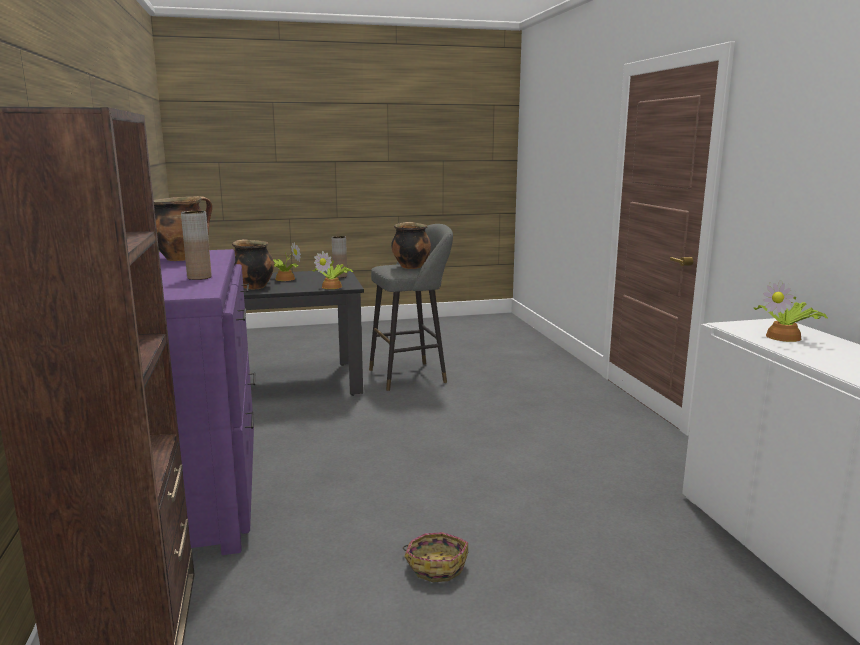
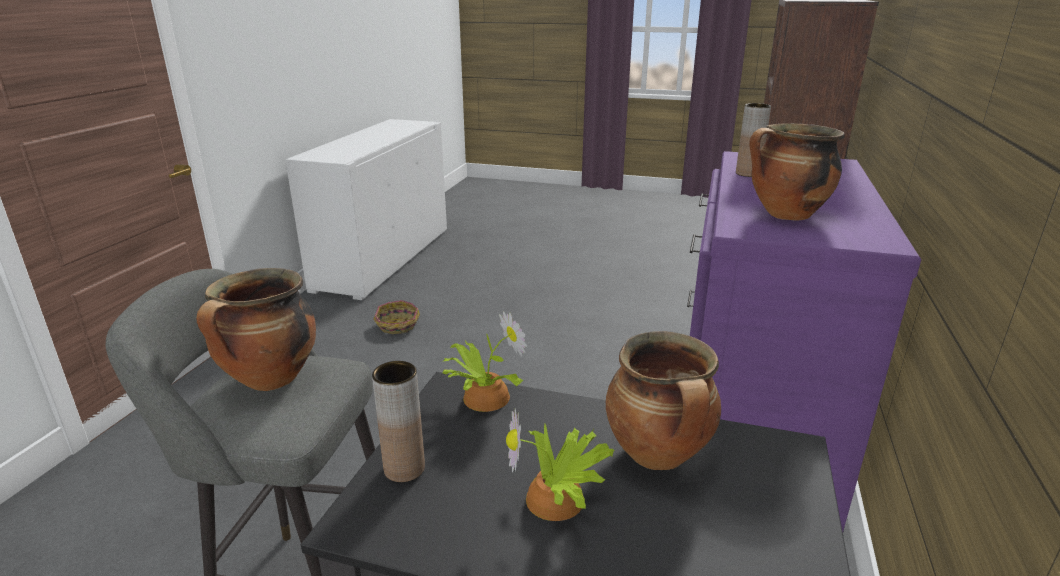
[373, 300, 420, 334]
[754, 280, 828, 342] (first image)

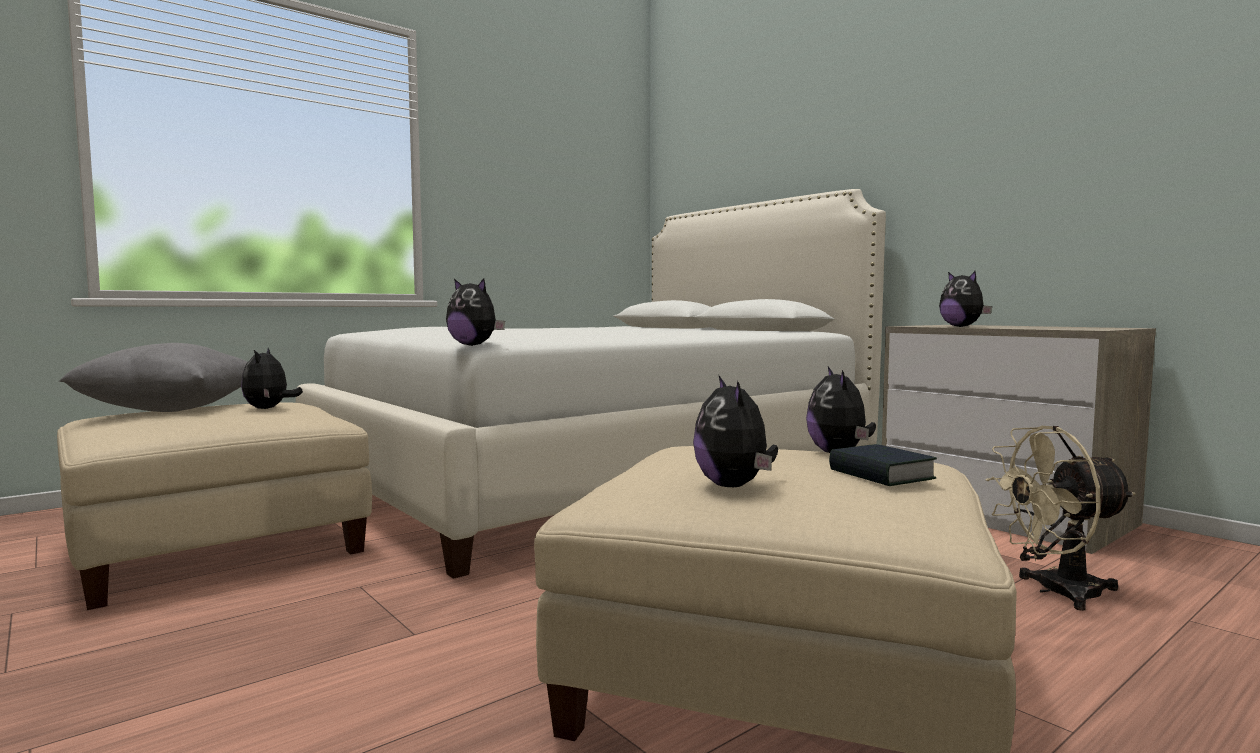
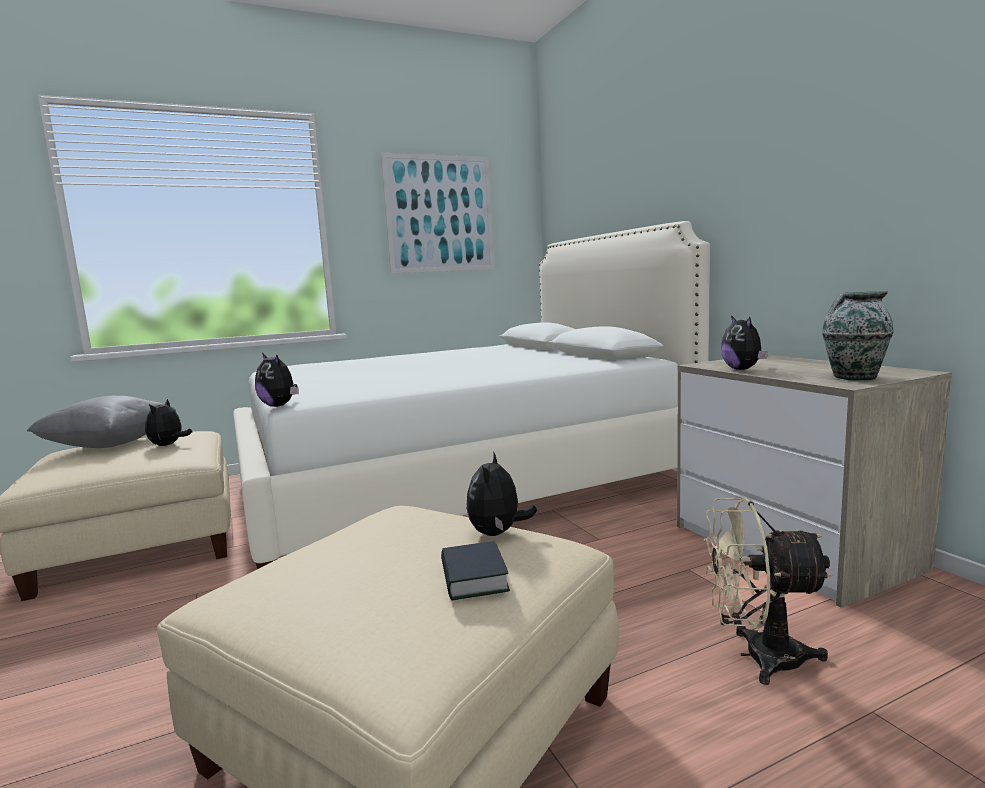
[381, 153, 494, 273]
[822, 291, 894, 380]
[693, 376, 778, 487] (first image)

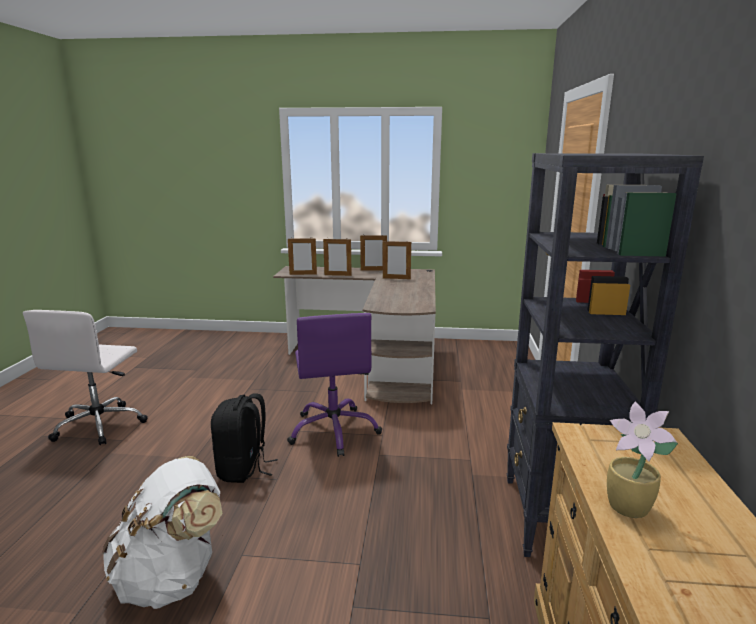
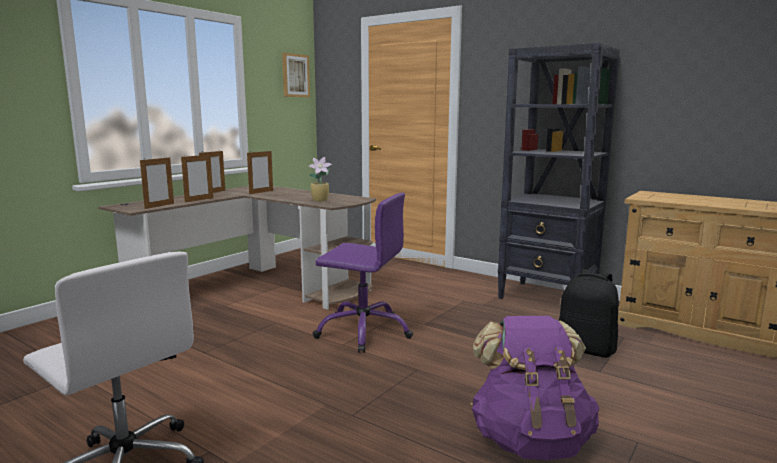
[282, 53, 310, 97]
[308, 157, 332, 202]
[470, 316, 599, 460]
[559, 269, 619, 358]

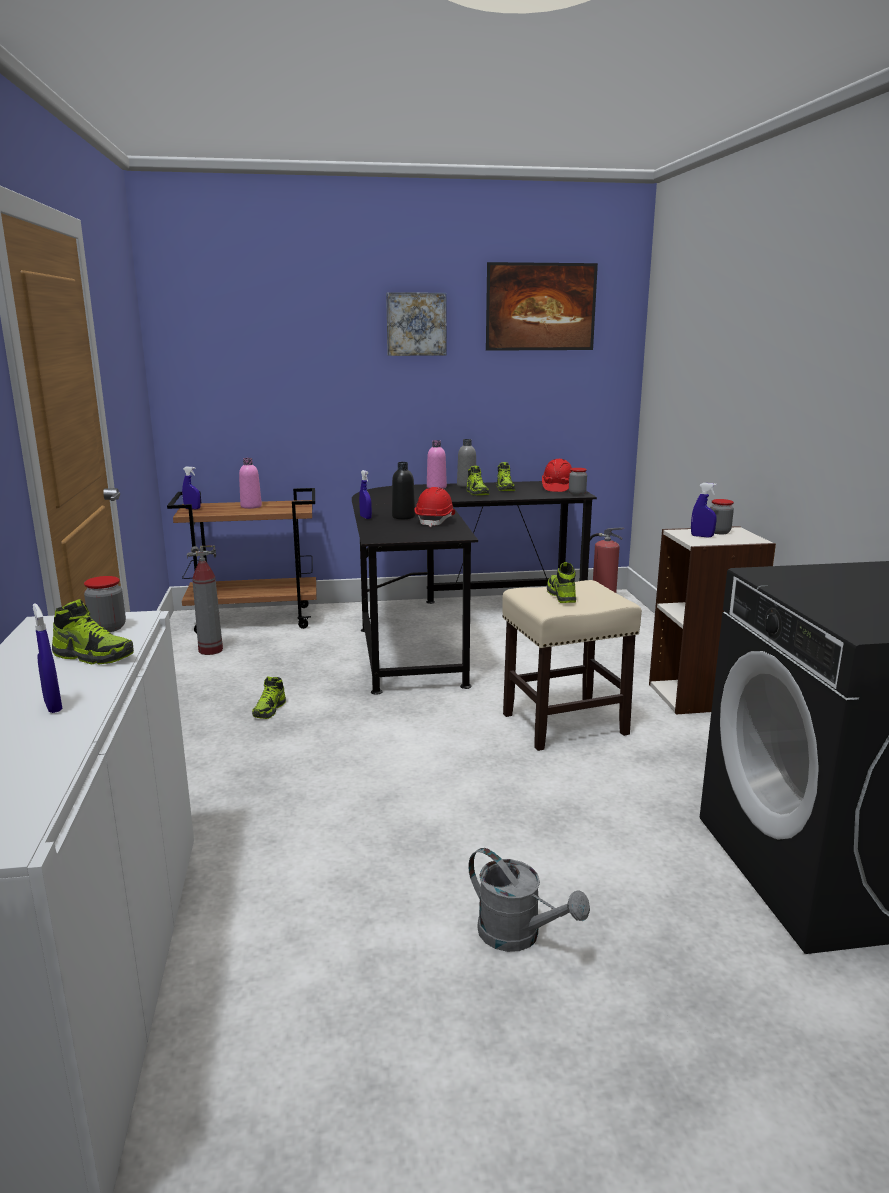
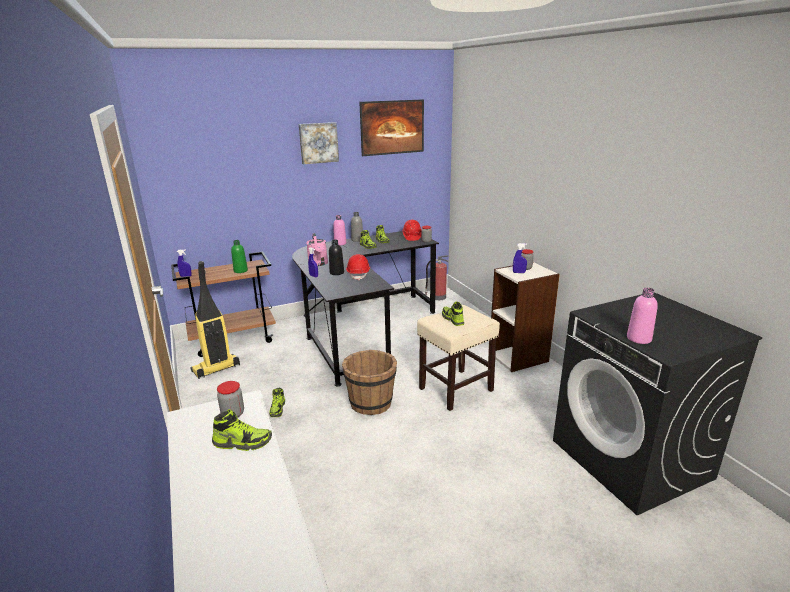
[191, 261, 240, 379]
[231, 240, 248, 273]
[306, 233, 328, 266]
[342, 350, 397, 415]
[627, 288, 658, 344]
[33, 603, 62, 713] (first image)
[468, 848, 590, 952] (first image)

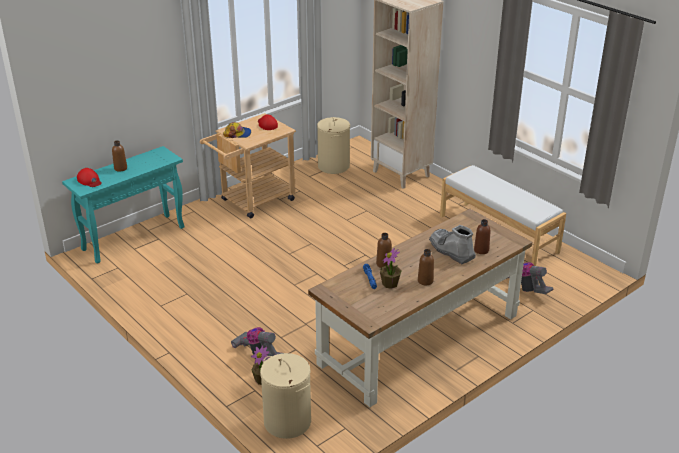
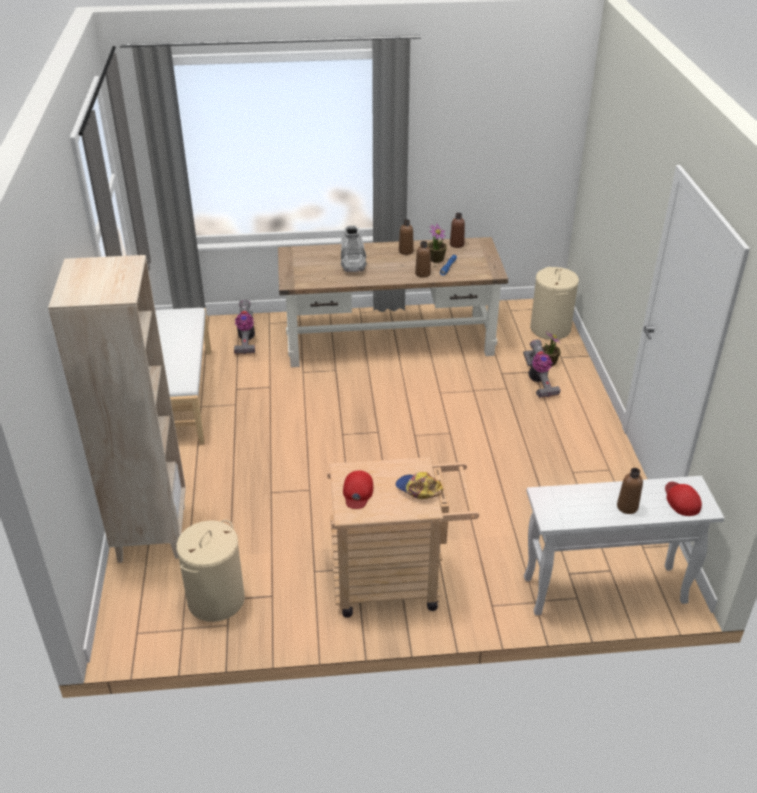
[450, 213, 465, 248]
[524, 476, 724, 615]

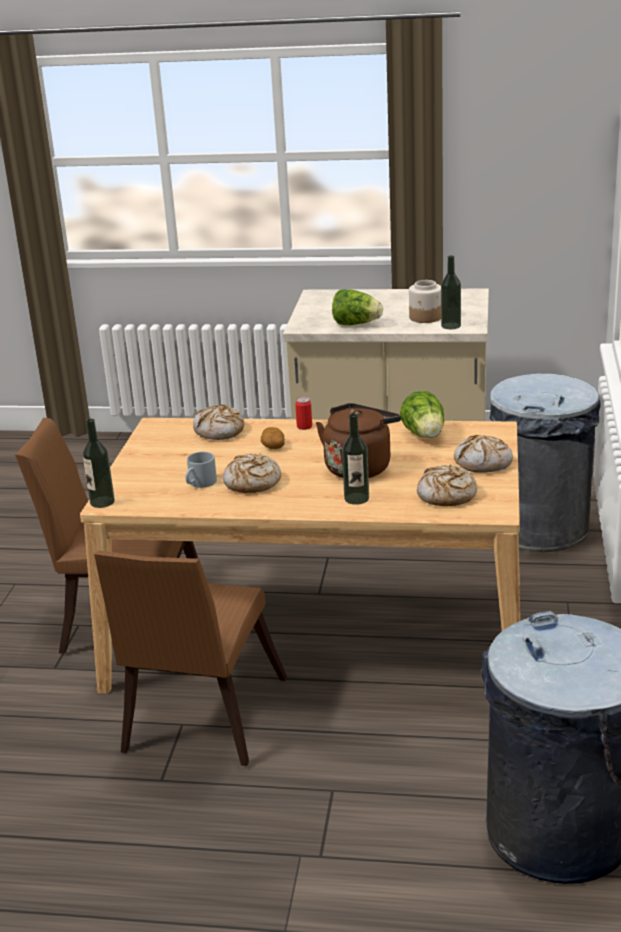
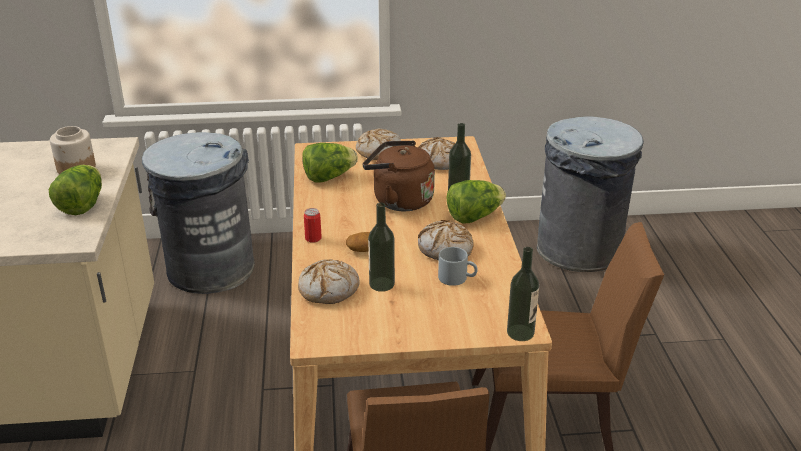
[368, 203, 395, 292]
[447, 180, 506, 224]

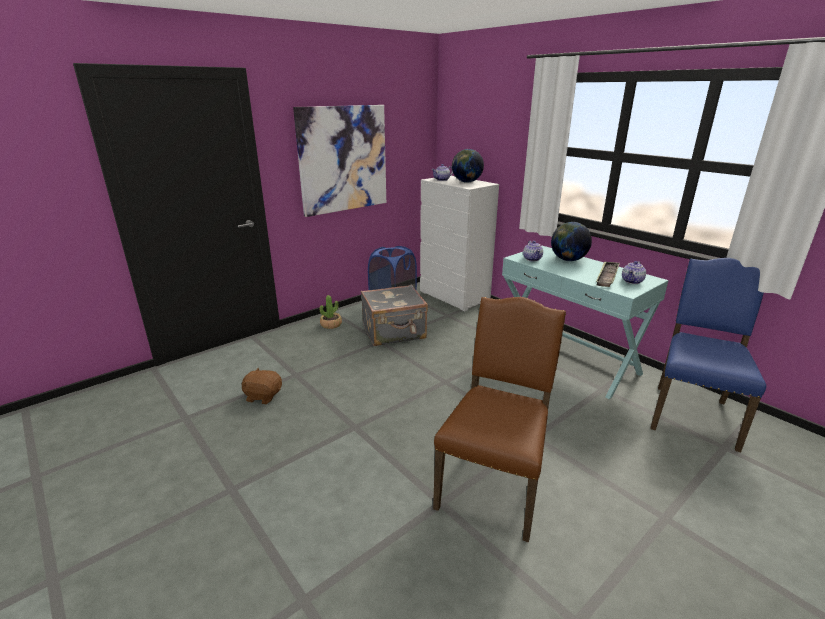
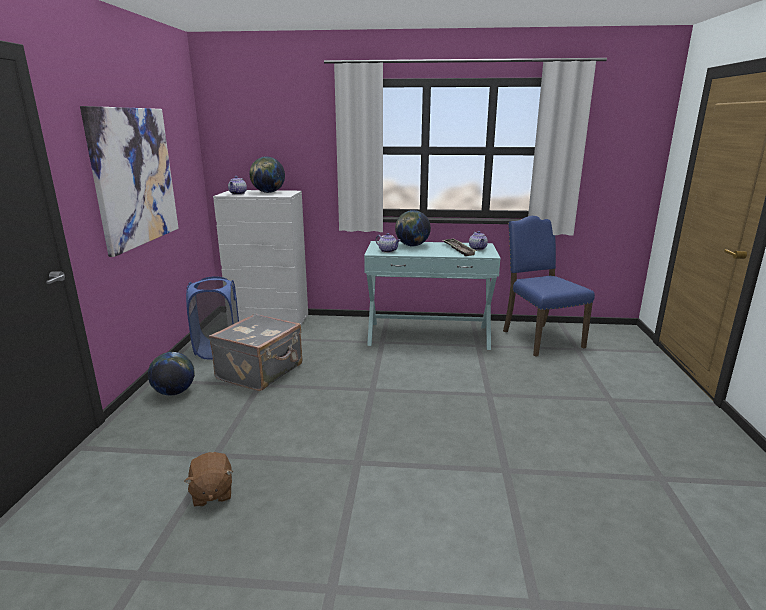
[148, 352, 195, 395]
[184, 452, 233, 507]
[433, 297, 566, 543] (first image)

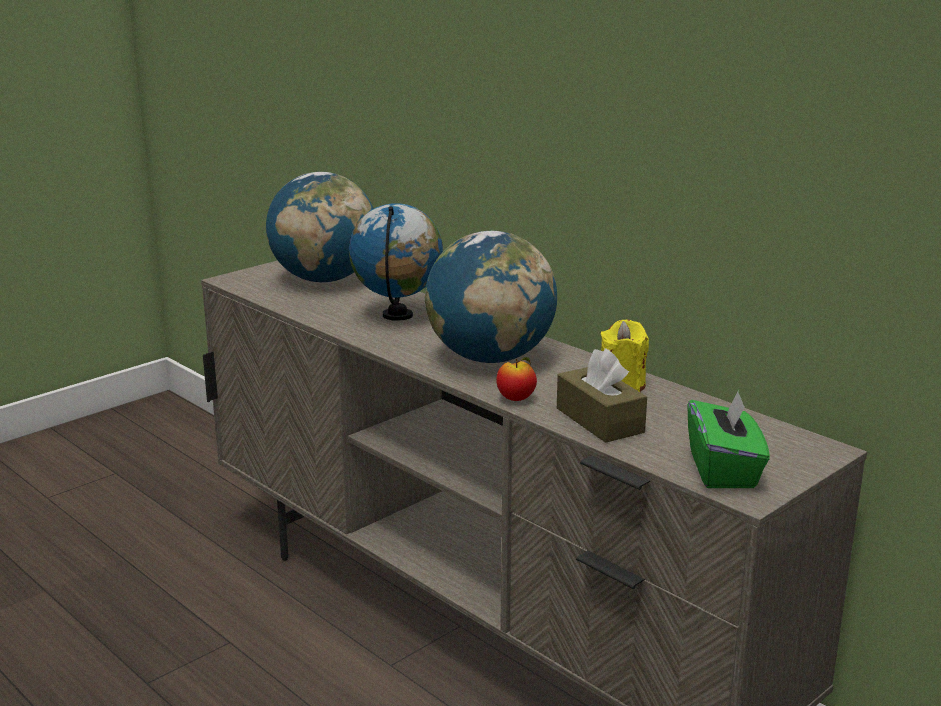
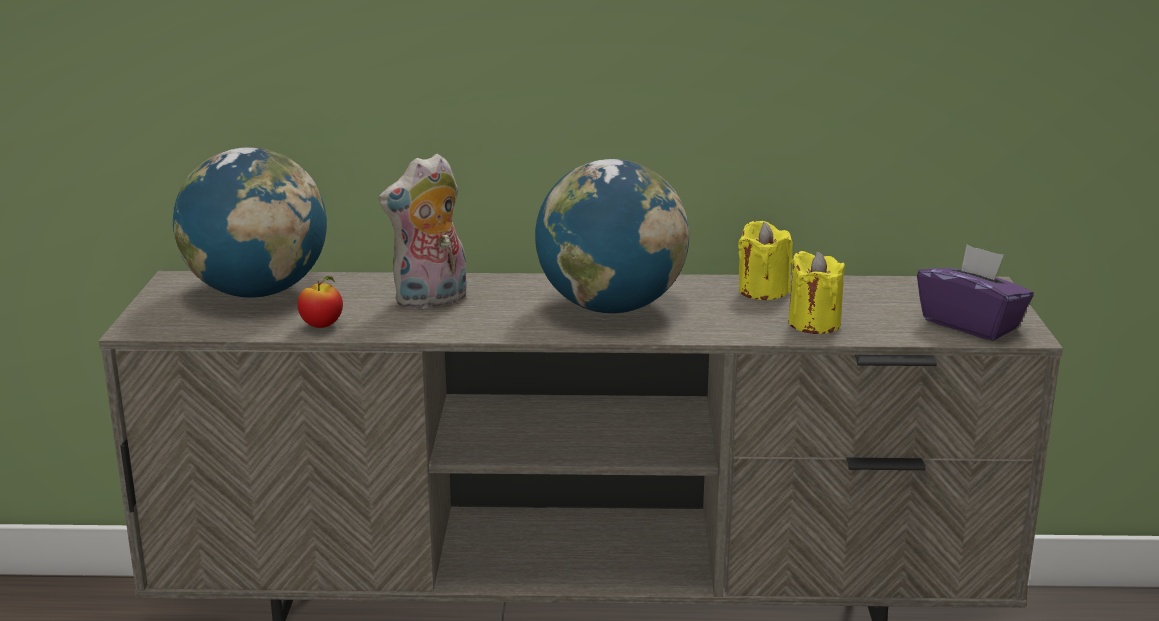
[297, 276, 343, 328]
[378, 153, 467, 309]
[788, 251, 845, 334]
[917, 244, 1034, 341]

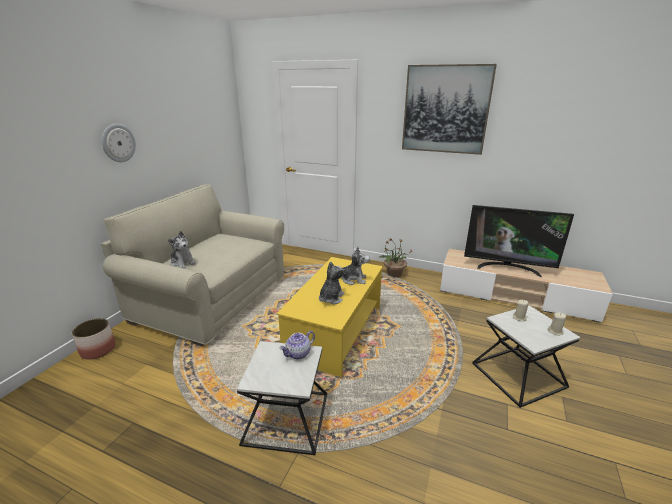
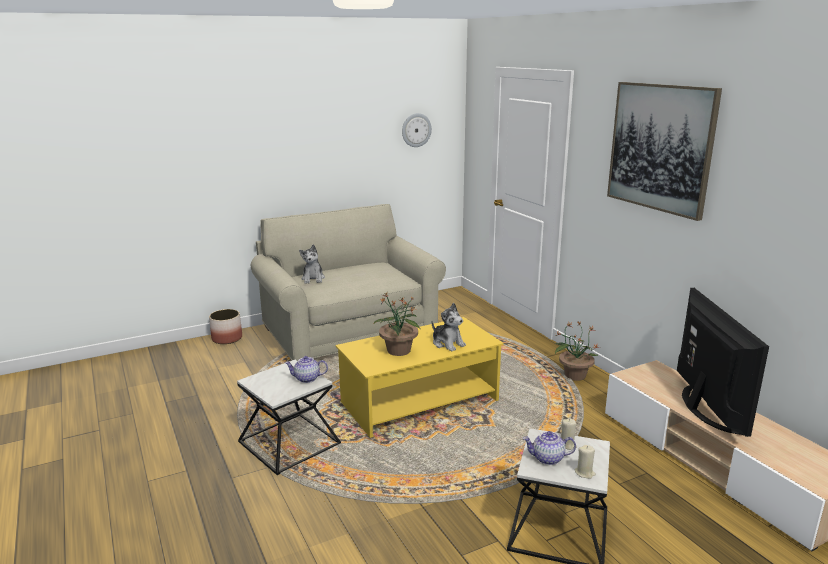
[374, 292, 420, 356]
[402, 113, 432, 147]
[523, 431, 576, 465]
[677, 288, 769, 437]

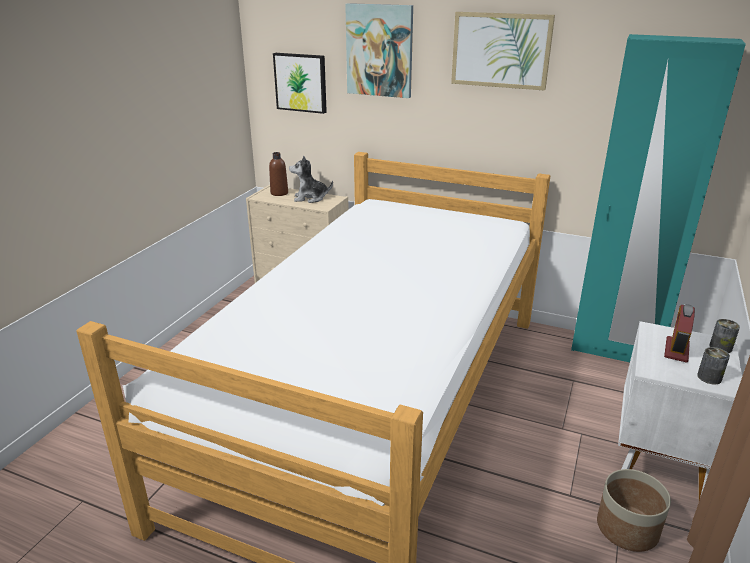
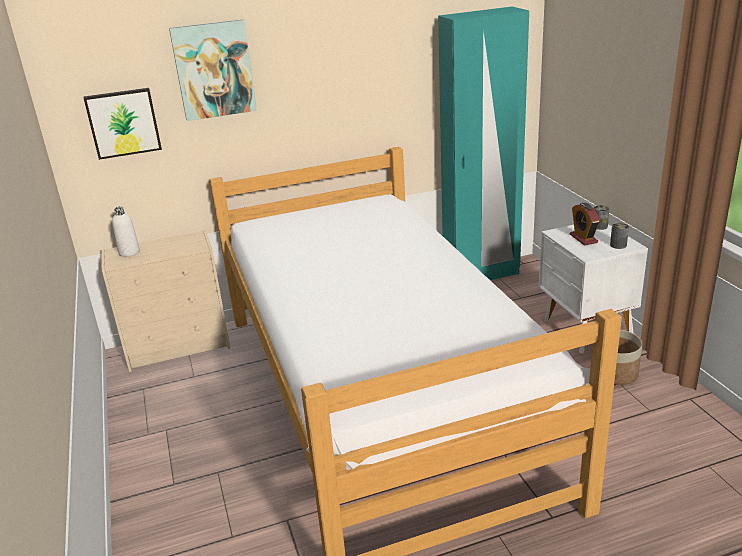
[112, 206, 140, 257]
[289, 156, 333, 203] (first image)
[451, 12, 555, 91] (first image)

